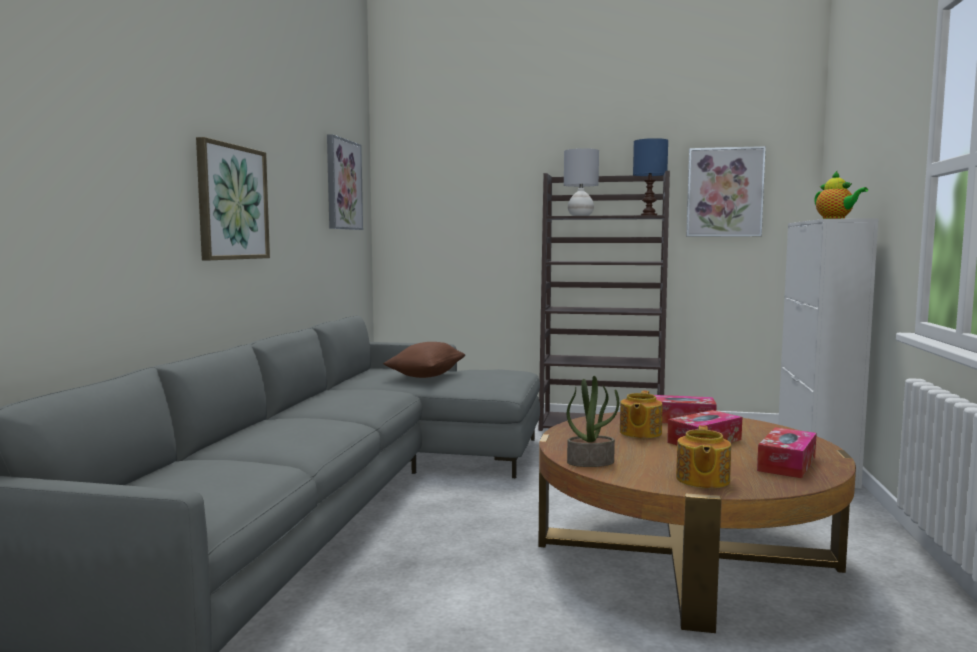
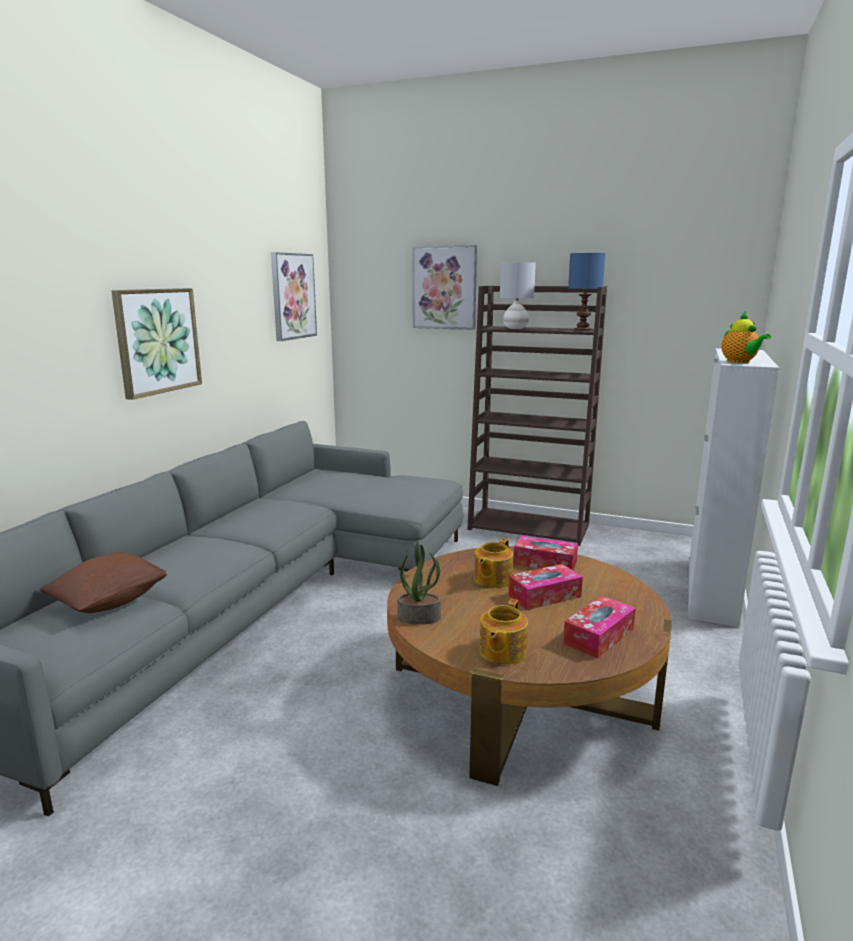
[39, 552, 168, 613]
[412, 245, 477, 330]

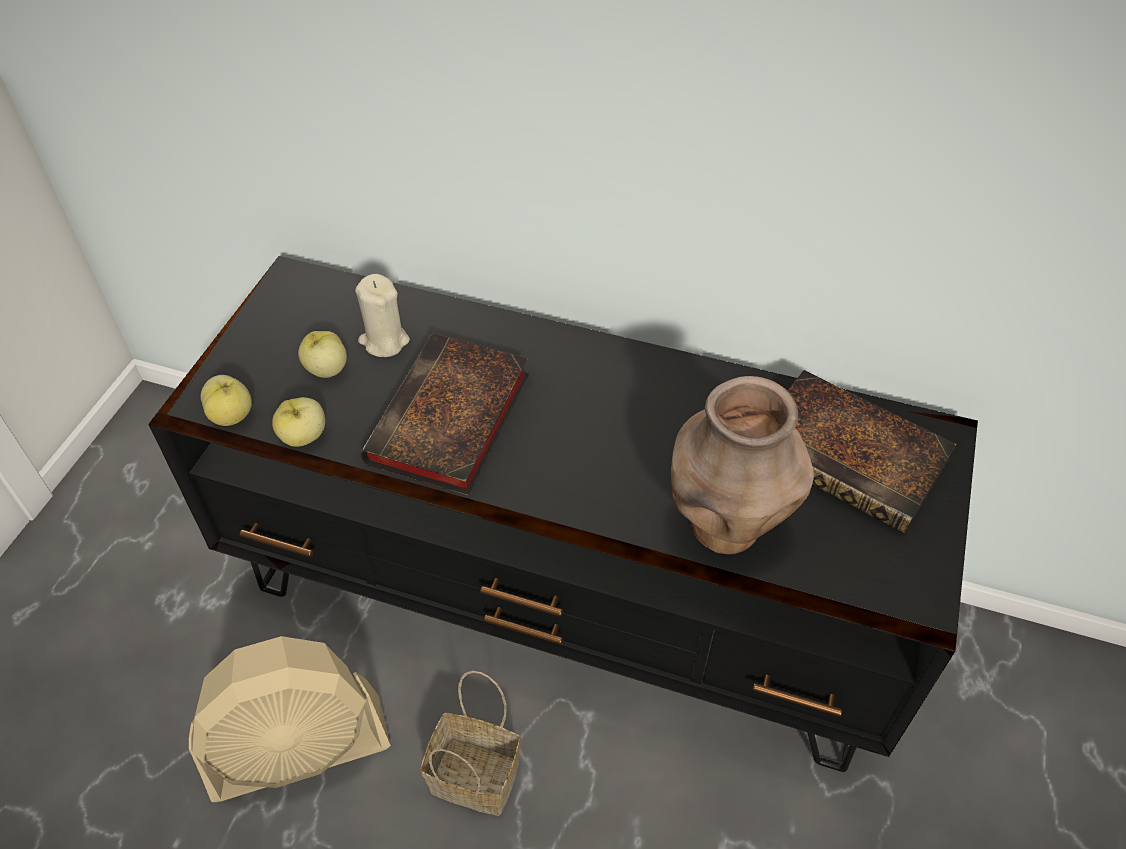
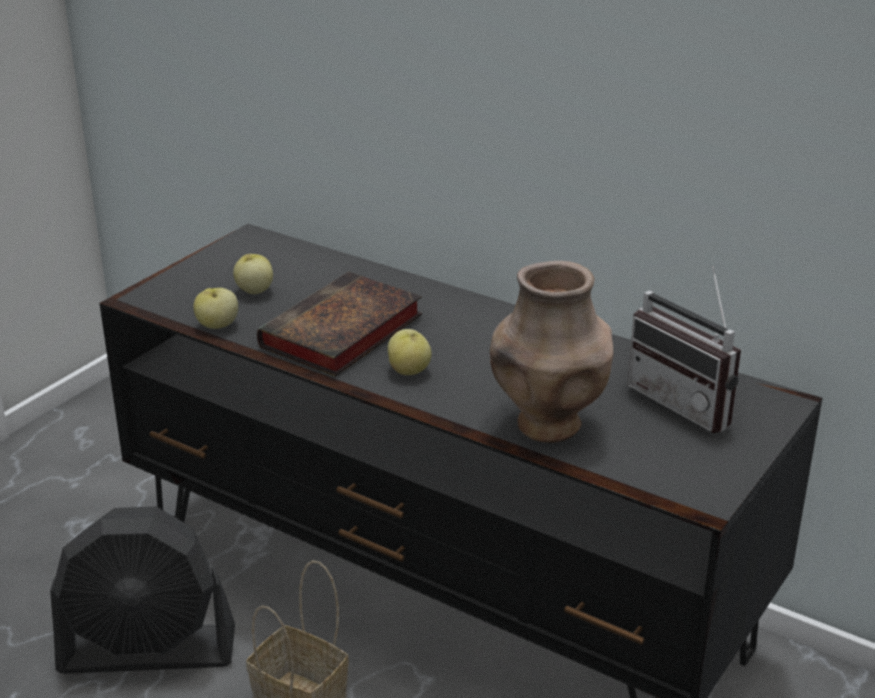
[50, 506, 235, 674]
[387, 329, 432, 375]
[628, 266, 741, 433]
[356, 274, 410, 357] (first image)

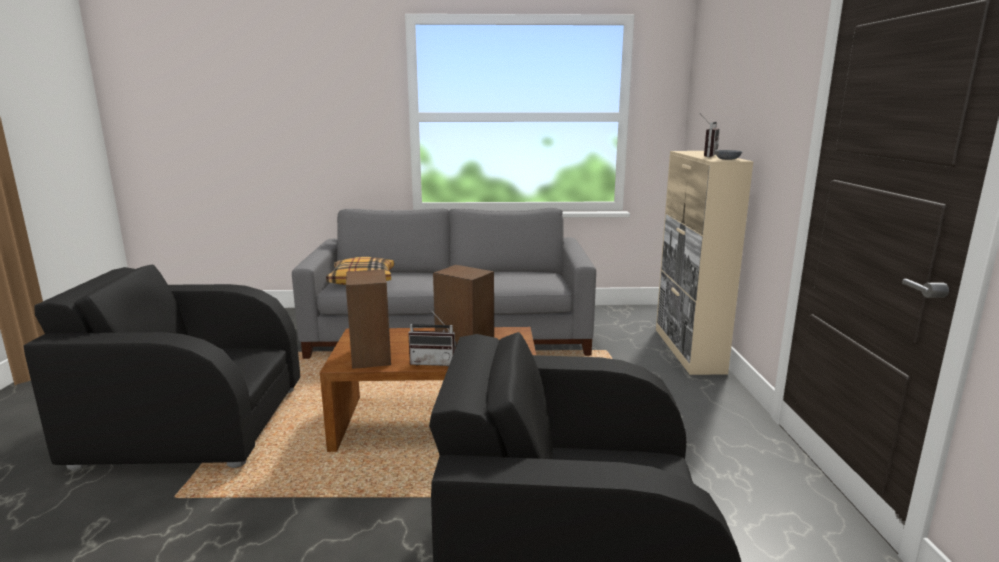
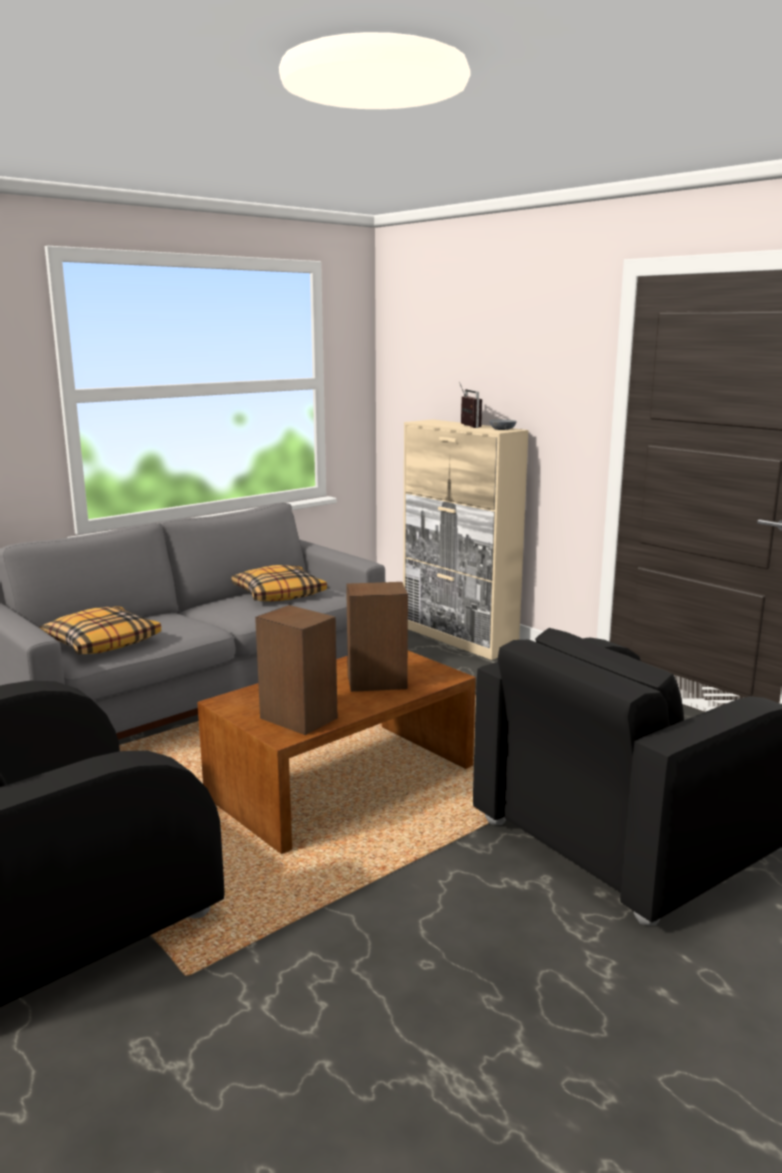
[231, 565, 327, 601]
[408, 308, 457, 366] (first image)

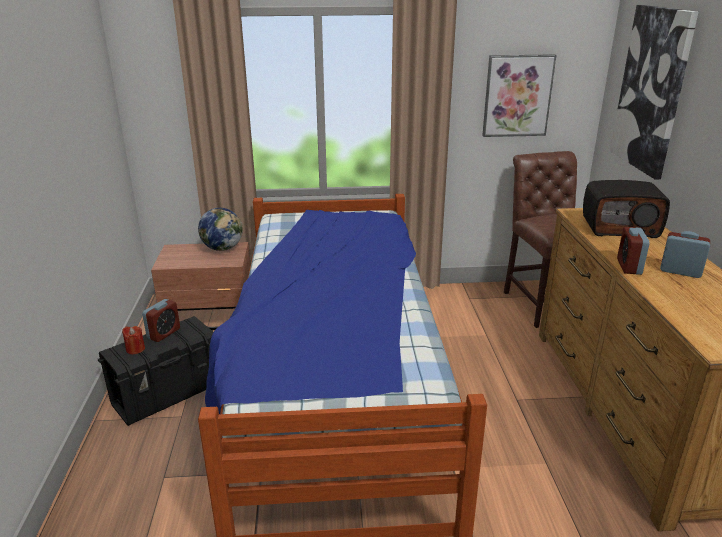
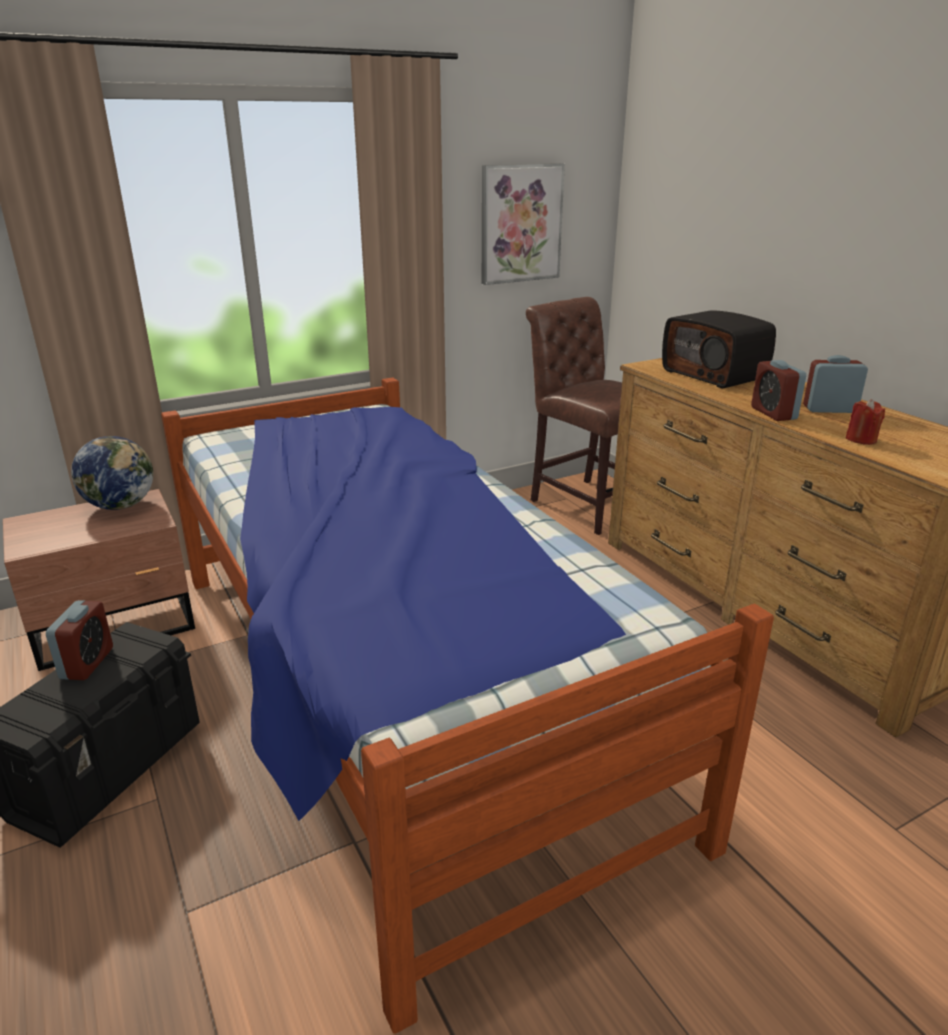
[662, 310, 776, 389]
[845, 399, 885, 445]
[610, 5, 698, 179] (first image)

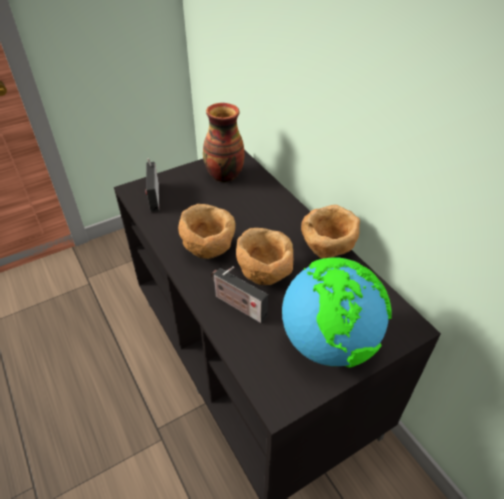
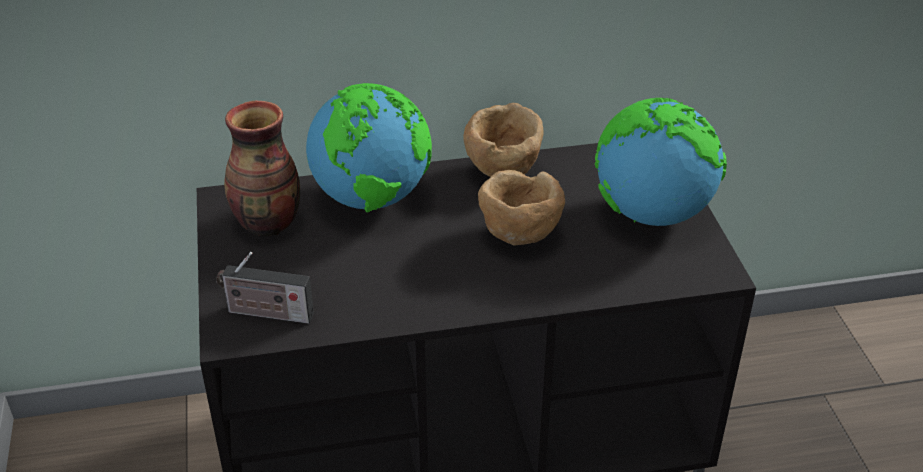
[306, 83, 432, 212]
[178, 204, 236, 259] (first image)
[211, 266, 268, 323] (first image)

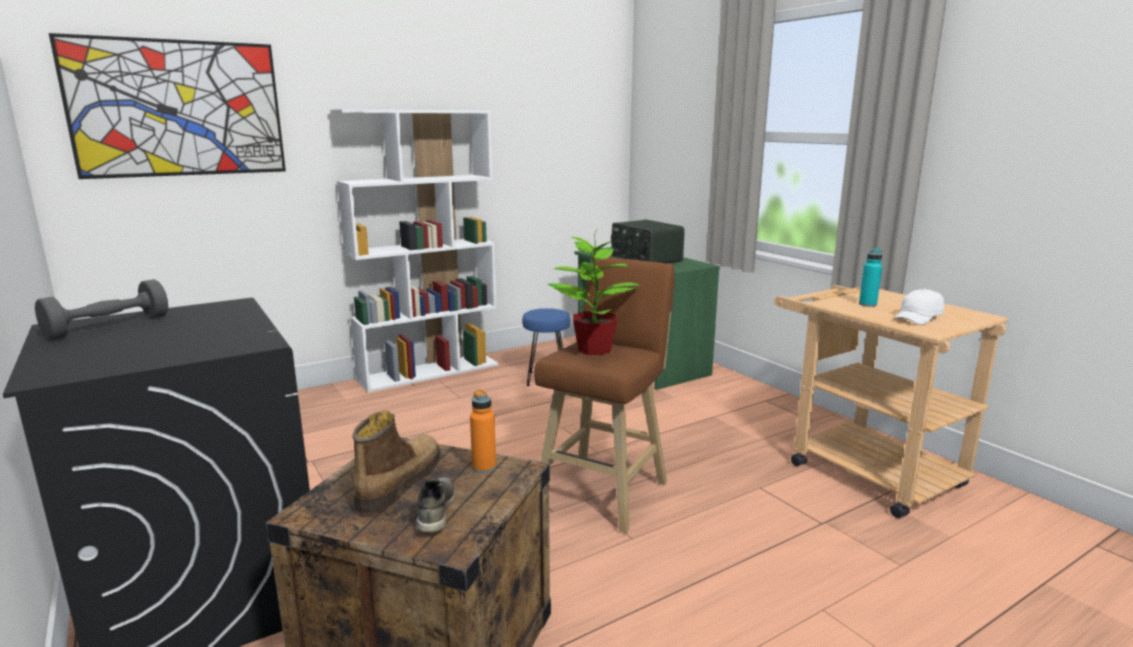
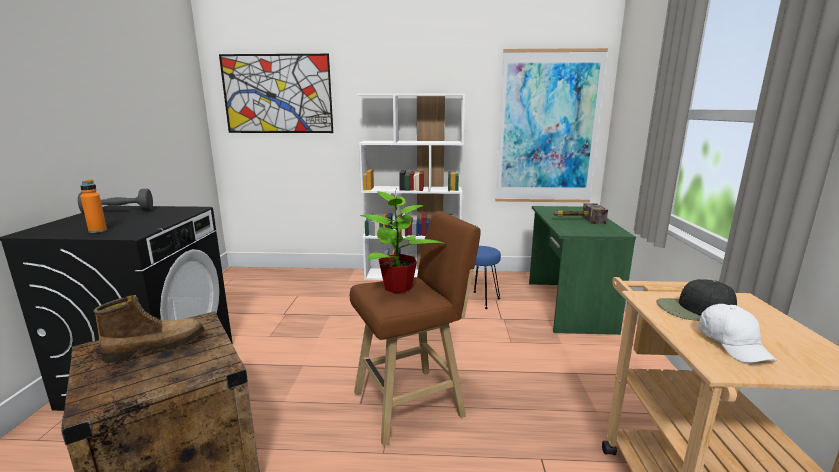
[80, 180, 107, 233]
[495, 48, 608, 202]
[553, 203, 608, 224]
[657, 279, 737, 321]
[698, 304, 777, 363]
[417, 477, 455, 534] (first image)

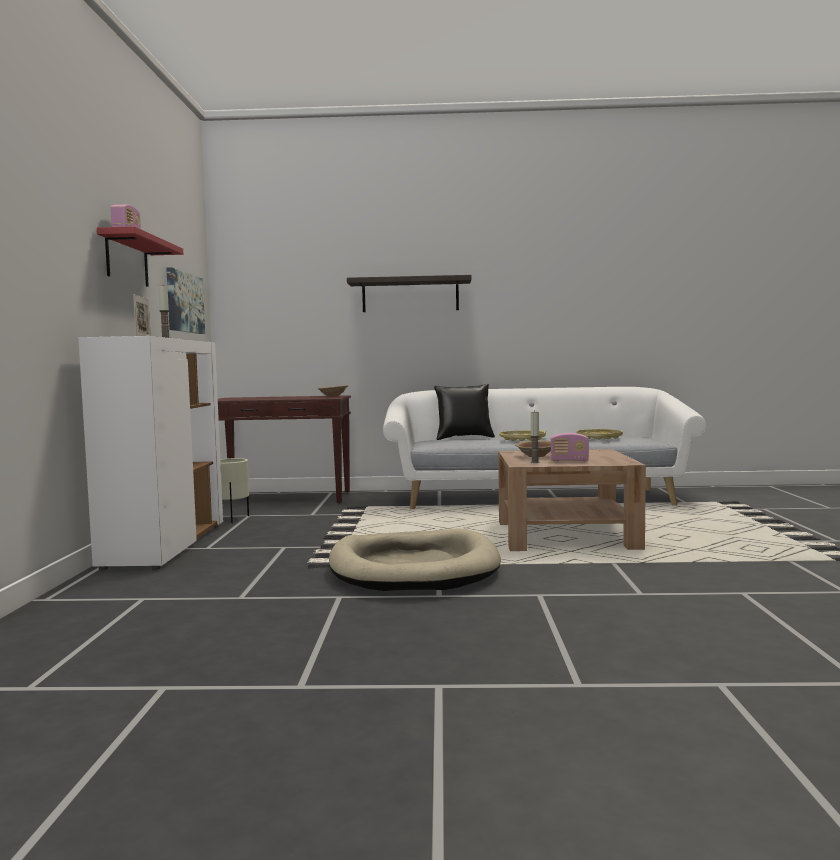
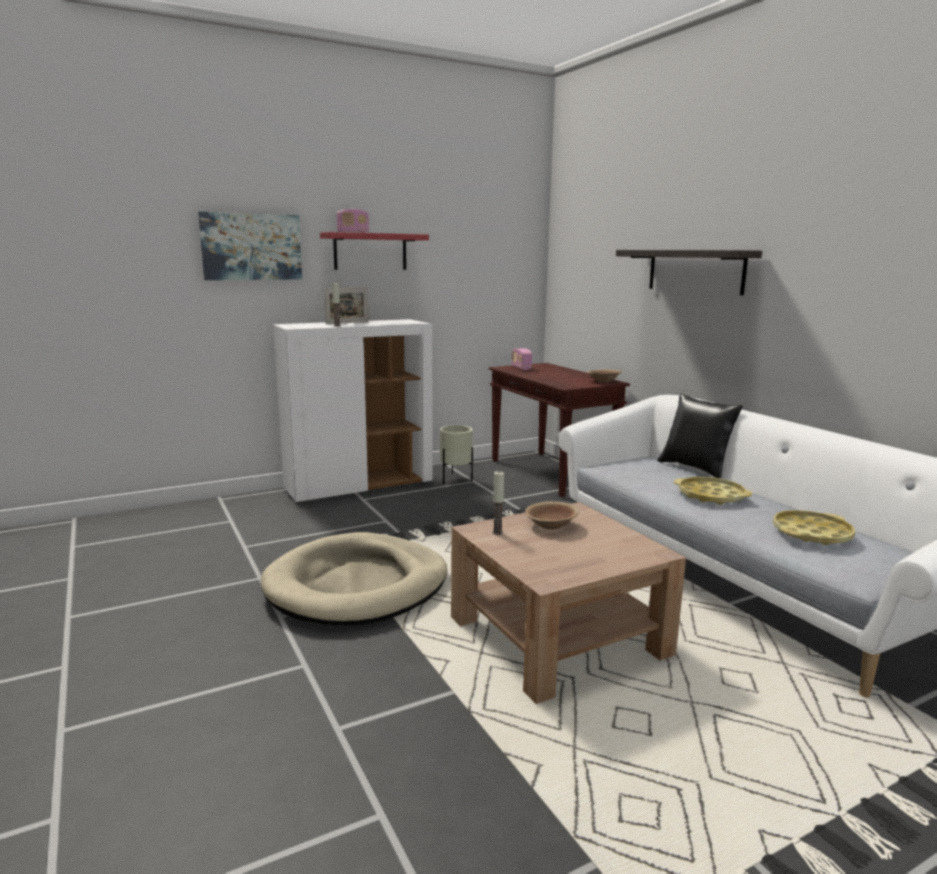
[198, 212, 302, 280]
[512, 348, 532, 370]

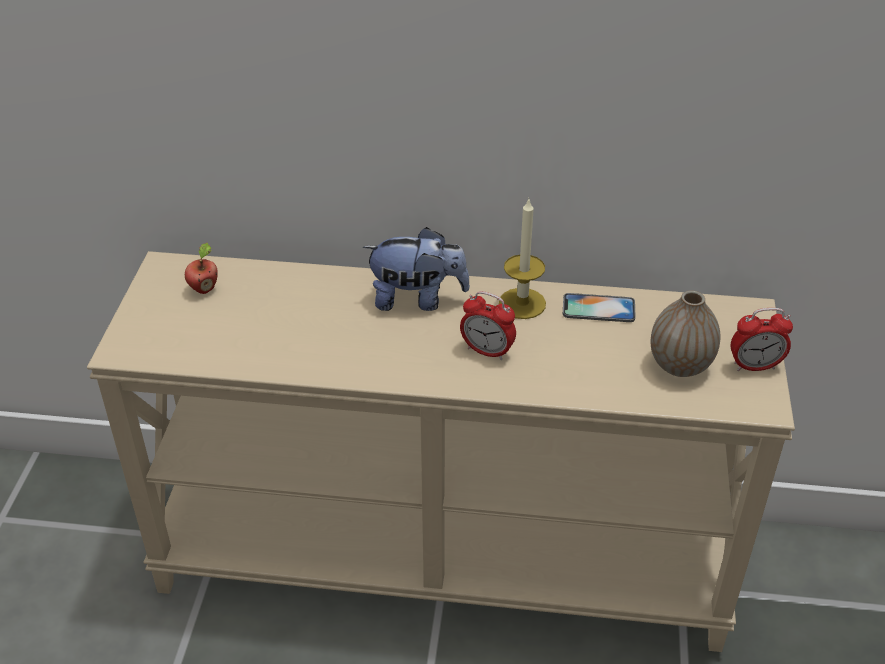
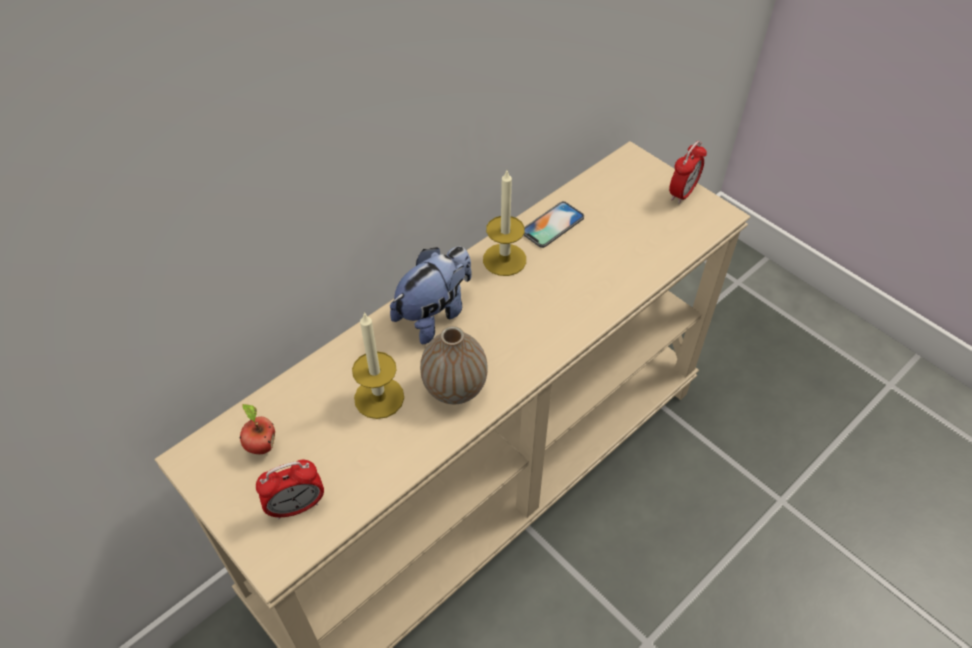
[256, 459, 324, 519]
[352, 312, 404, 419]
[420, 326, 488, 404]

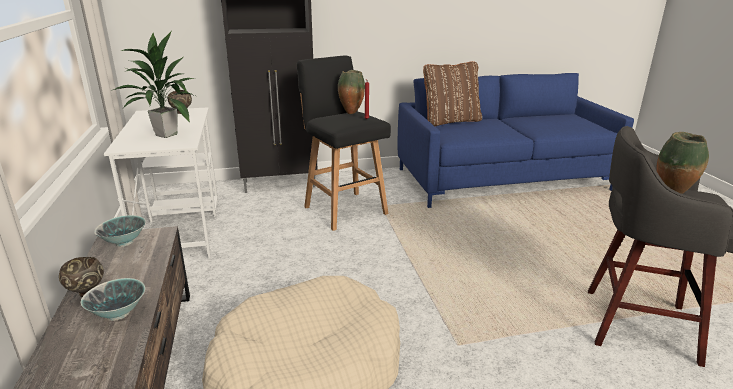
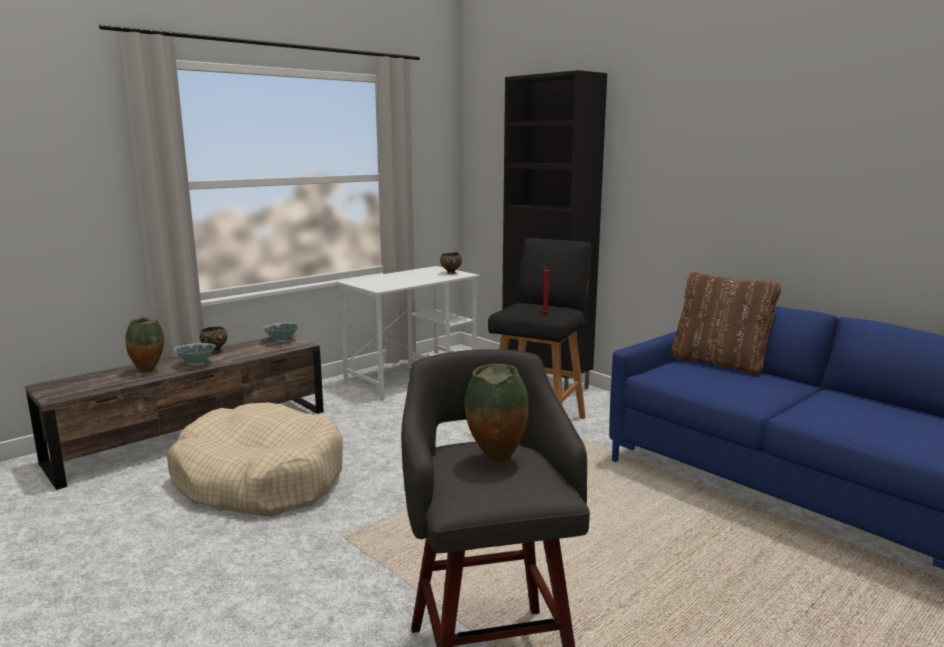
[125, 317, 164, 372]
[111, 32, 195, 138] (first image)

